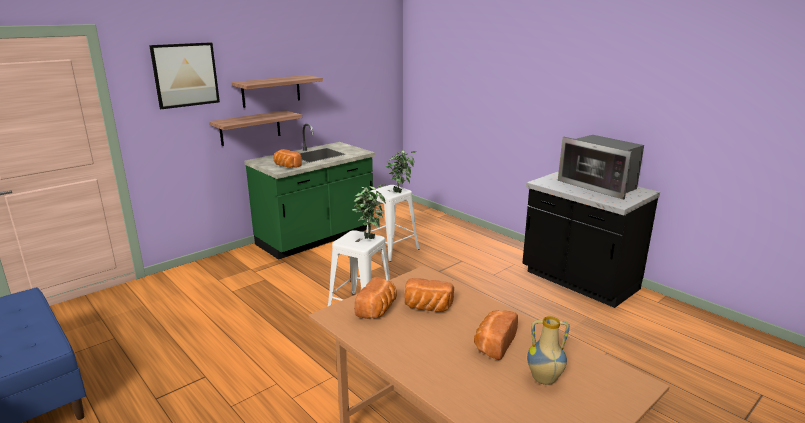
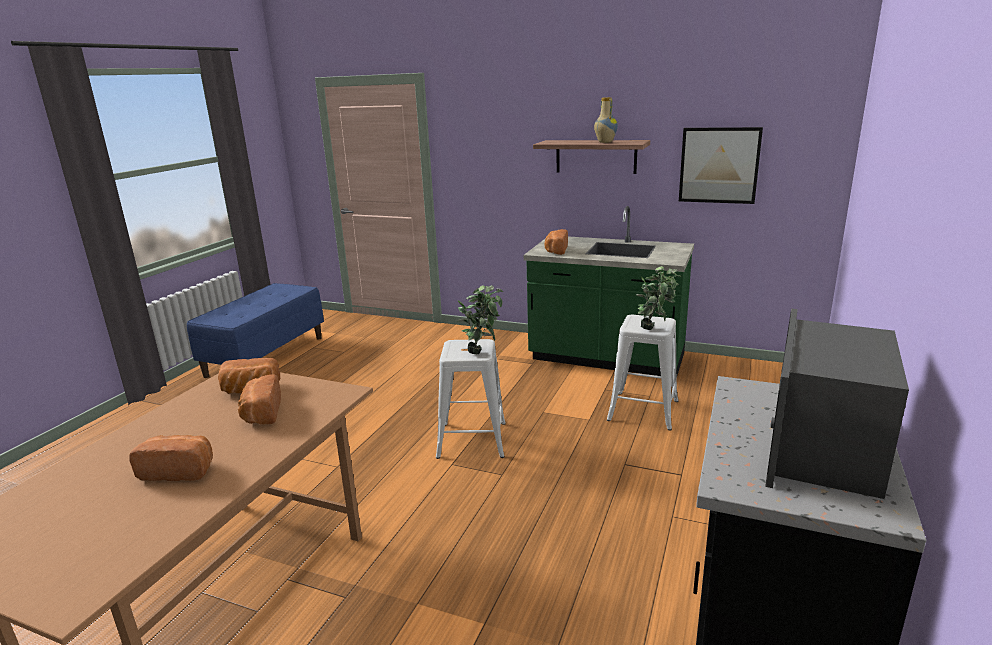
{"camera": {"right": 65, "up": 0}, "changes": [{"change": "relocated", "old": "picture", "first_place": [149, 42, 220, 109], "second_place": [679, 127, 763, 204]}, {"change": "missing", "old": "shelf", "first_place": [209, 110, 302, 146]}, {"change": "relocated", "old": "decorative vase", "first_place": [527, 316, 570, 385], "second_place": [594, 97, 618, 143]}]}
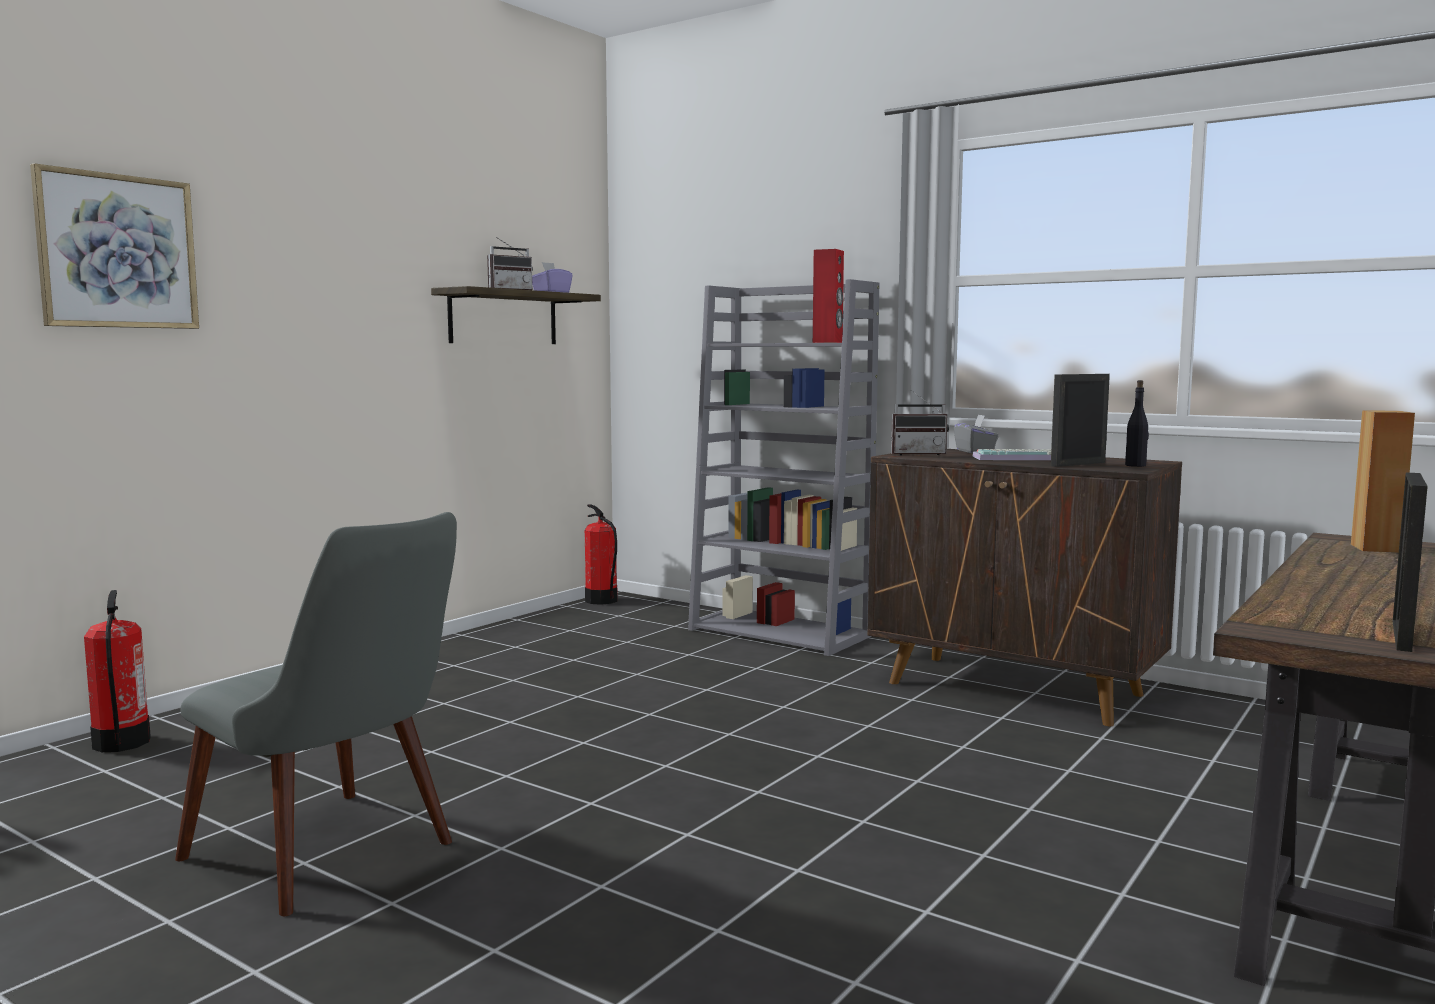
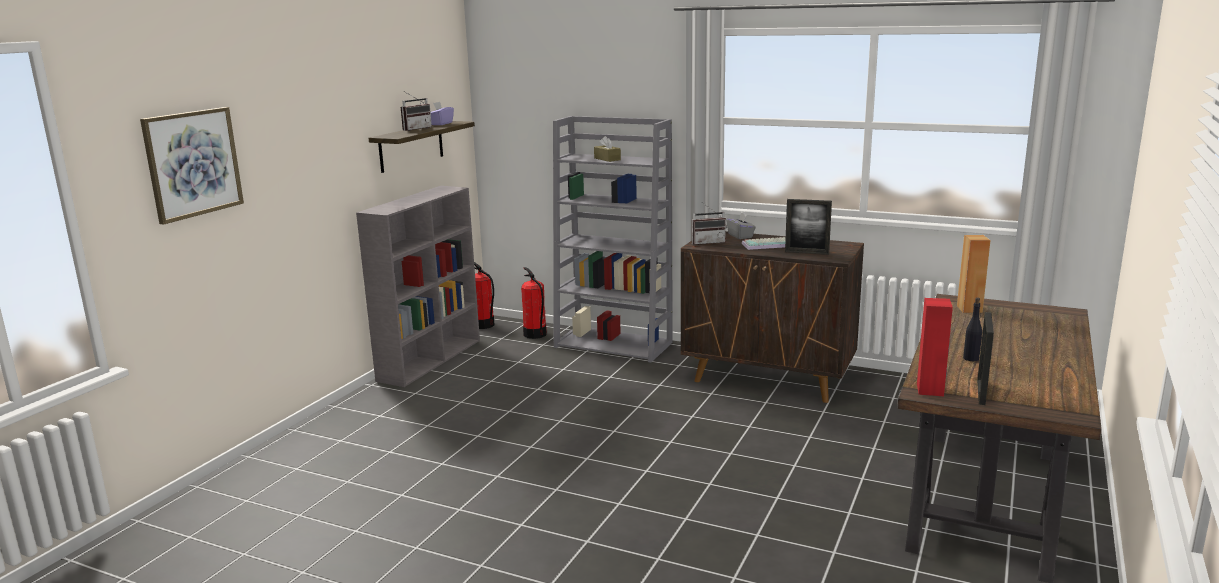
{"camera": {"right": -10, "up": 10}, "changes": [{"change": "relocated", "old": "loudspeaker (red)", "first_place": [813, 249, 844, 343], "second_place": [917, 298, 953, 396]}, {"change": "spun", "old": "picture frame", "first_place": [1051, 374, 1110, 467], "second_place": [785, 199, 832, 255], "degrees": -120}, {"change": "relocated", "old": "bottle (blackish)", "first_place": [1125, 380, 1149, 467], "second_place": [963, 298, 982, 361]}, {"change": "missing", "old": "upright chair (grey)", "first_place": [175, 512, 457, 916]}, {"change": "relocated", "old": "extinguisher", "first_place": [84, 590, 151, 752], "second_place": [521, 267, 547, 339]}, {"change": "appeared", "new": "tissue box (brownish)", "second_place": [594, 136, 621, 162]}, {"change": "appeared", "new": "bookshelf (grey)", "second_place": [356, 186, 480, 387]}]}
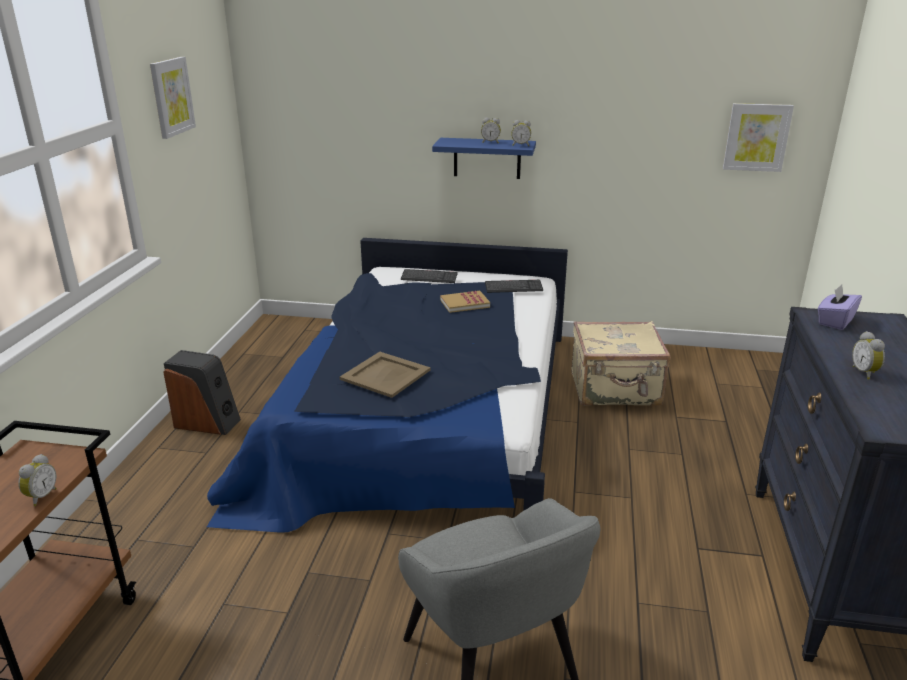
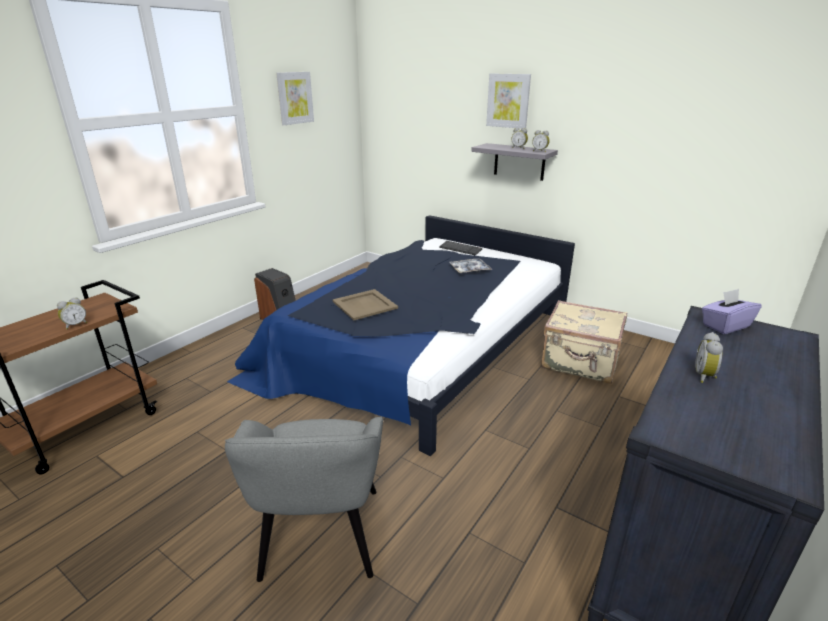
{"camera": {"right": 25, "up": 0}, "changes": [{"change": "relocated", "old": "picture", "first_place": [723, 103, 794, 172], "second_place": [486, 73, 531, 129]}, {"change": "colour", "old": "shelf (blue)", "new": "shelf (grey)", "first_place": [432, 138, 536, 179], "second_place": [471, 143, 558, 181]}, {"change": "missing", "old": "PC keyboard", "first_place": [485, 280, 543, 293]}, {"change": "exchanged", "old": "bound book", "new": "tray", "first_place": [440, 291, 490, 313], "second_place": [449, 258, 492, 274]}]}
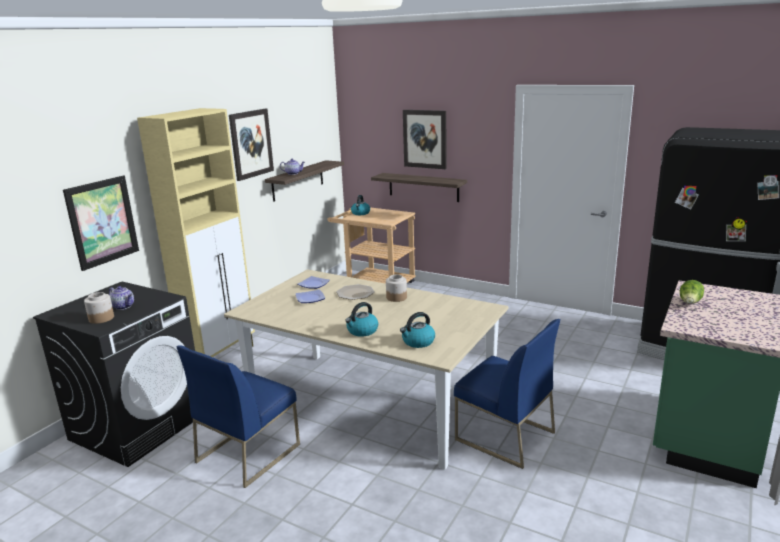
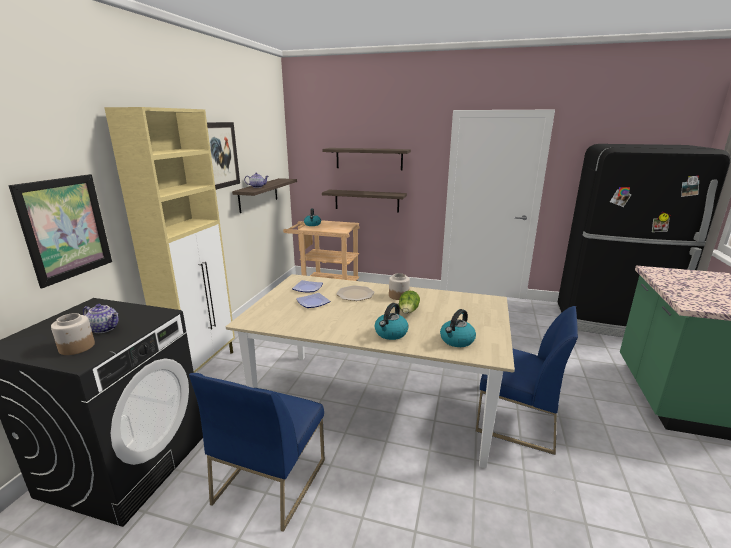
{"camera": {"right": -15, "up": 0}, "changes": [{"change": "exchanged", "old": "picture", "new": "shelf", "first_place": [403, 110, 447, 169], "second_place": [322, 148, 411, 170]}, {"change": "relocated", "old": "head of lettuce", "first_place": [680, 280, 704, 304], "second_place": [399, 290, 420, 314]}]}
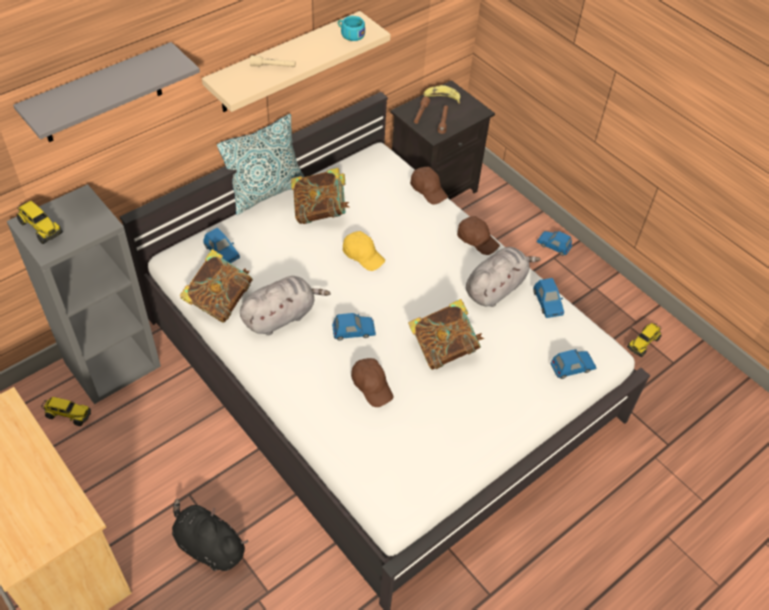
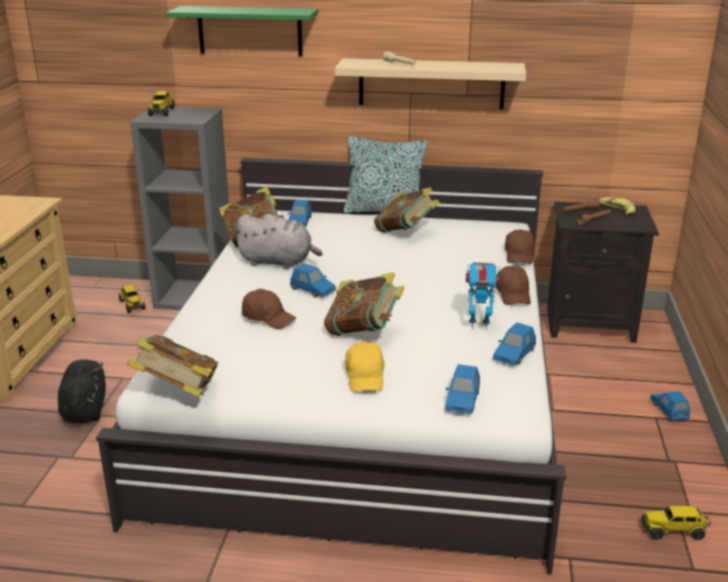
{"camera": {"right": 50, "up": -25}, "changes": [{"change": "missing", "old": "cup (turquoise-coloured)", "first_place": [338, 16, 365, 41]}, {"change": "colour", "old": "shelf (grey)", "new": "shelf (greenish)", "first_place": [13, 42, 200, 142], "second_place": [166, 6, 318, 56]}, {"change": "relocated", "old": "peaked cap (yellowish)", "first_place": [343, 231, 385, 271], "second_place": [345, 342, 385, 392]}, {"change": "exchanged", "old": "soft toy (grey)", "new": "toy robot", "first_place": [466, 247, 541, 307], "second_place": [466, 262, 499, 330]}, {"change": "spun", "old": "miniature car (blue)", "first_place": [551, 349, 597, 379], "second_place": [445, 364, 480, 414], "degrees": 75}, {"change": "spun", "old": "peaked cap (brownish)", "first_place": [351, 358, 393, 407], "second_place": [242, 289, 296, 329], "degrees": -75}, {"change": "appeared", "new": "bound book", "second_place": [127, 334, 218, 397]}]}
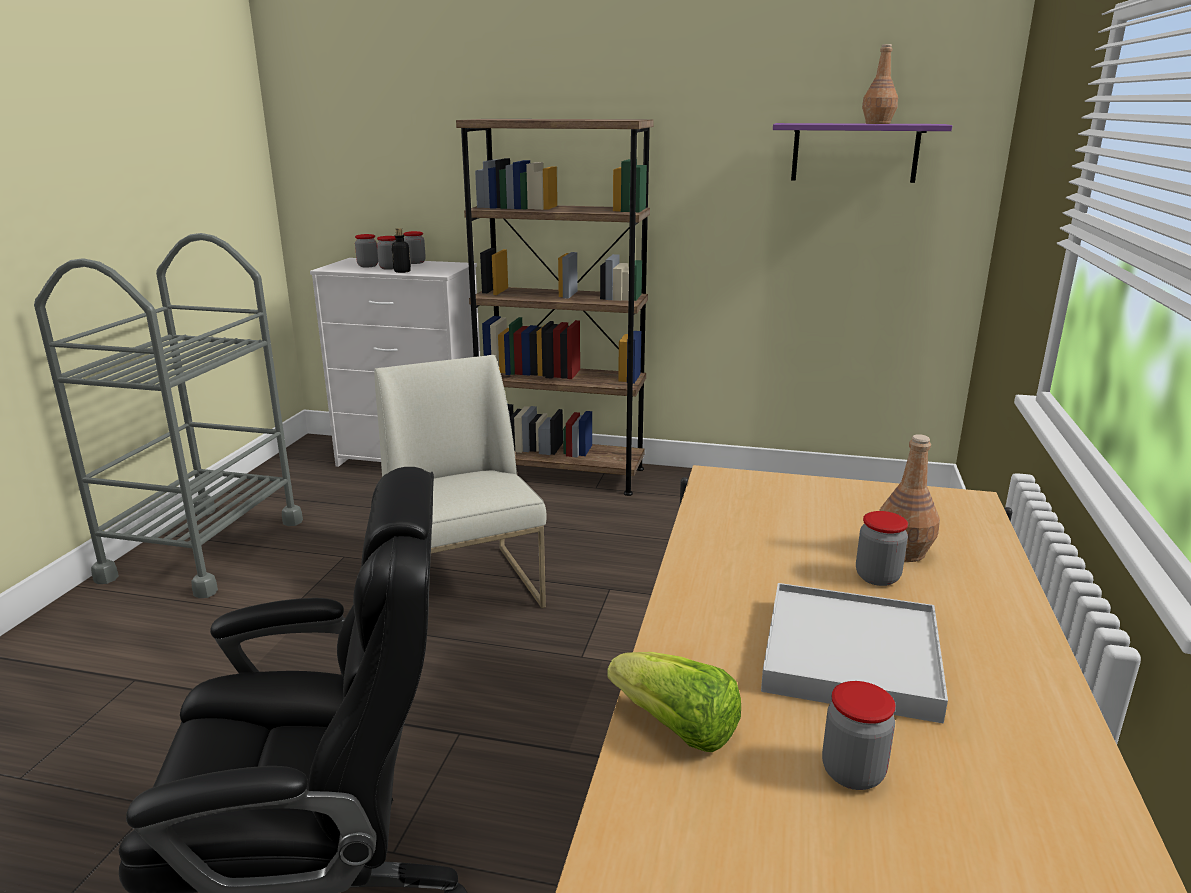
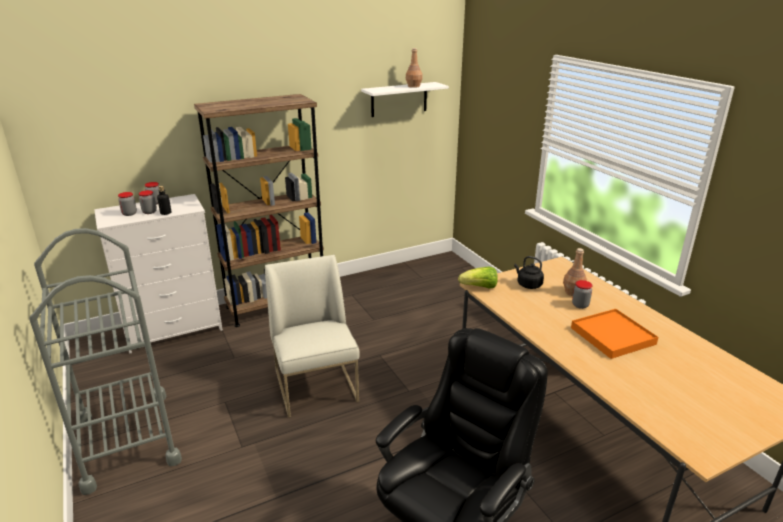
{"camera": {"right": -40, "up": 5}, "changes": [{"change": "colour", "old": "shelf (purple)", "new": "shelf (white-coloured)", "first_place": [773, 123, 952, 183], "second_place": [361, 82, 449, 117]}, {"change": "spun", "old": "upright chair (white-coloured)", "first_place": [374, 355, 547, 608], "second_place": [265, 255, 360, 418], "degrees": 45}, {"change": "colour", "old": "tray (white-coloured)", "new": "tray (orange)", "first_place": [761, 583, 948, 723], "second_place": [571, 309, 658, 359]}, {"change": "relocated", "old": "head of lettuce", "first_place": [607, 652, 741, 752], "second_place": [458, 267, 498, 288]}, {"change": "missing", "old": "storage jar", "first_place": [822, 681, 895, 790]}, {"change": "appeared", "new": "water kettle (blackish)", "second_place": [514, 256, 544, 289]}]}
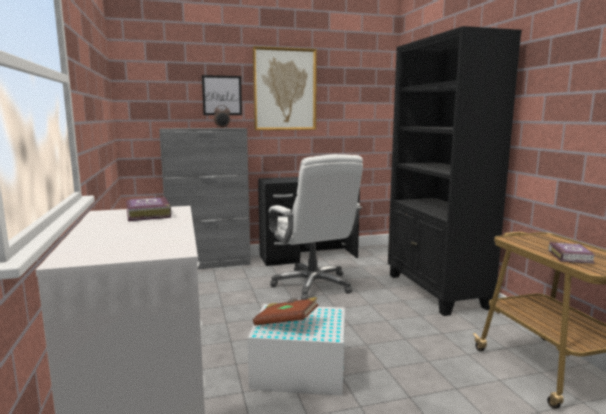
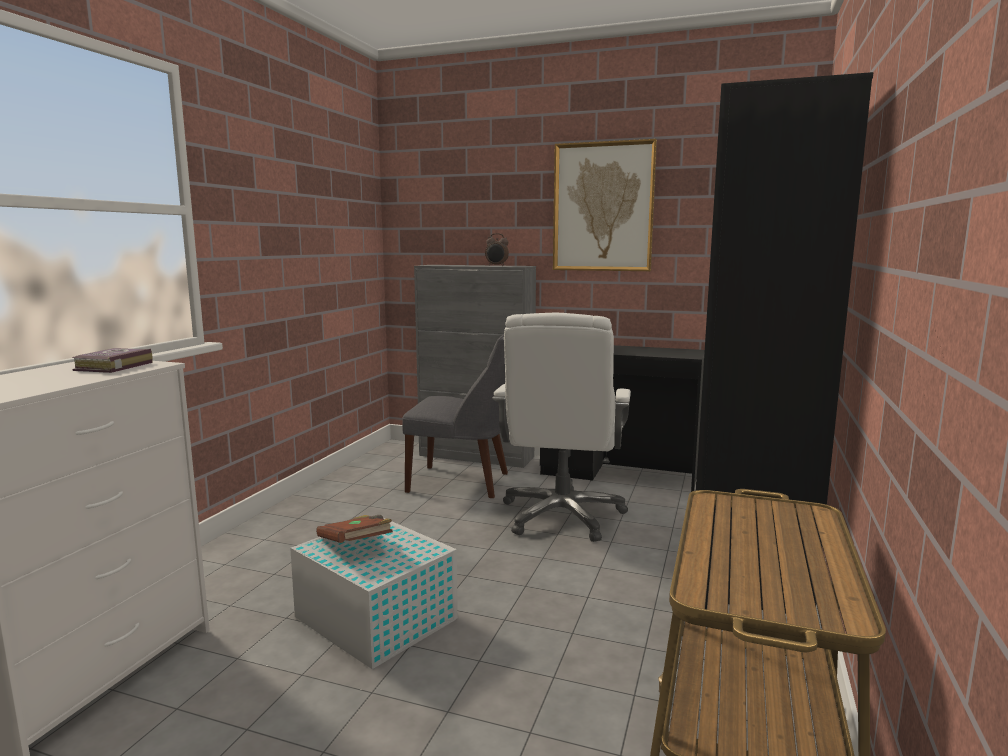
{"camera": {"right": 35, "up": 0}, "changes": [{"change": "missing", "old": "picture", "first_place": [202, 75, 242, 115]}, {"change": "missing", "old": "bound book", "first_place": [549, 242, 595, 264]}, {"change": "appeared", "new": "upright chair (grey)", "second_place": [402, 334, 508, 498]}]}
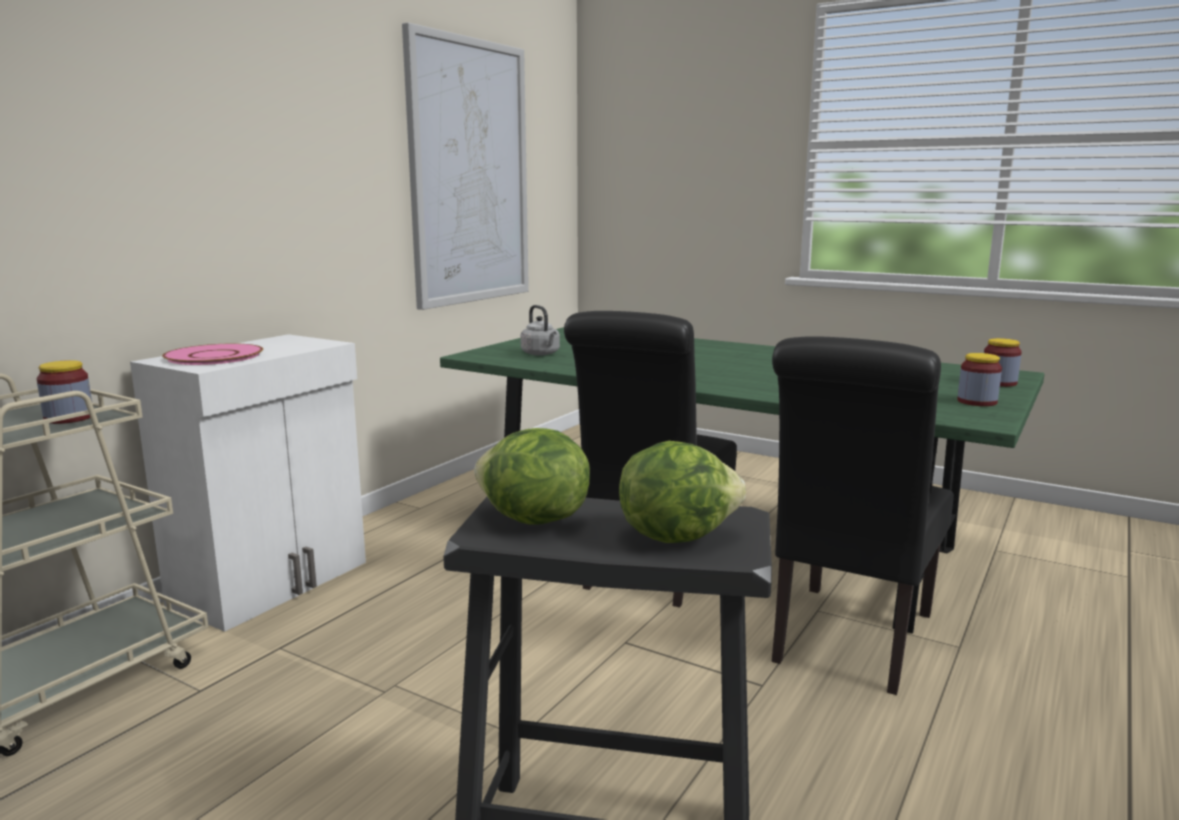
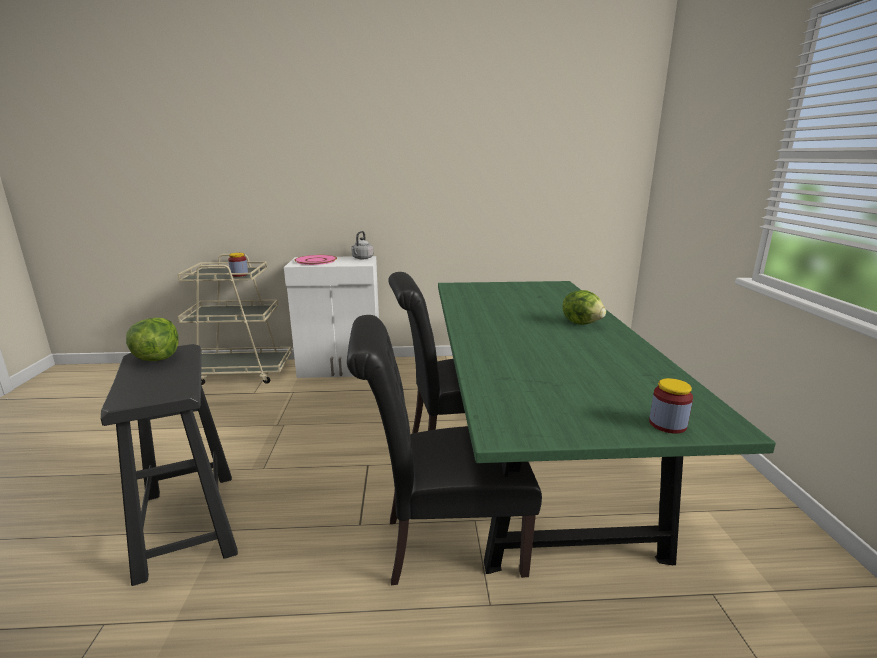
{"camera": {"right": 55, "up": 5}, "changes": [{"change": "missing", "old": "picture", "first_place": [402, 22, 529, 310]}, {"change": "relocated", "old": "water kettle (grey)", "first_place": [520, 305, 560, 356], "second_place": [351, 231, 374, 259]}, {"change": "missing", "old": "storage jar", "first_place": [957, 353, 1002, 406]}, {"change": "relocated", "old": "head of lettuce", "first_place": [619, 441, 746, 543], "second_place": [562, 290, 606, 325]}]}
